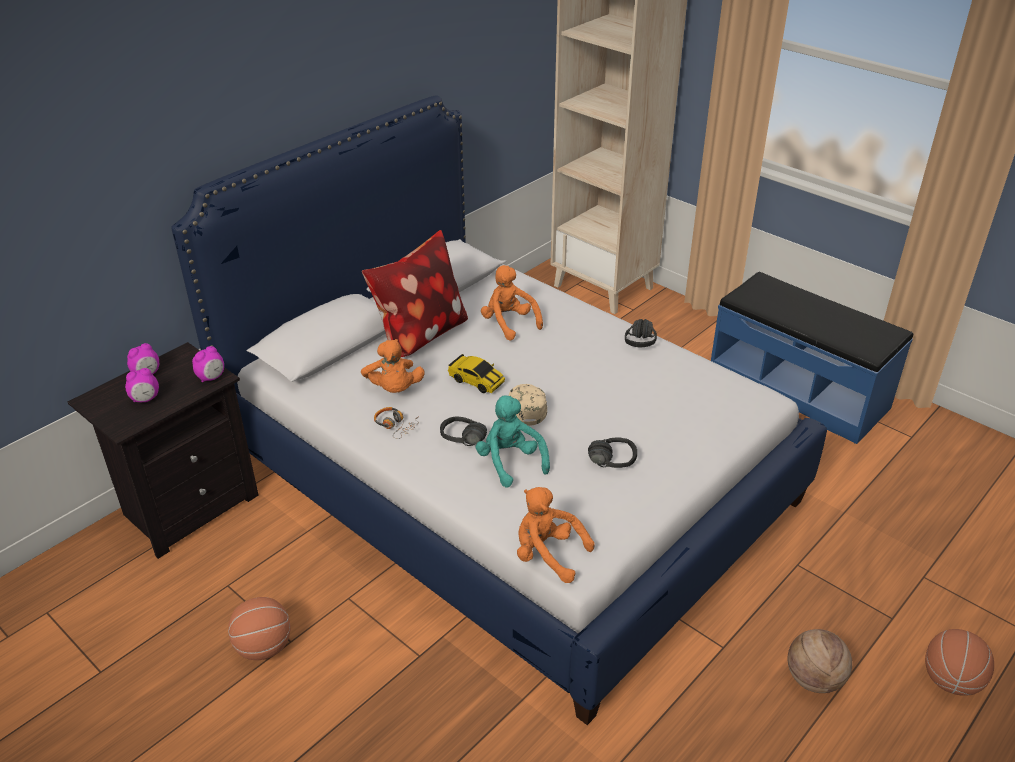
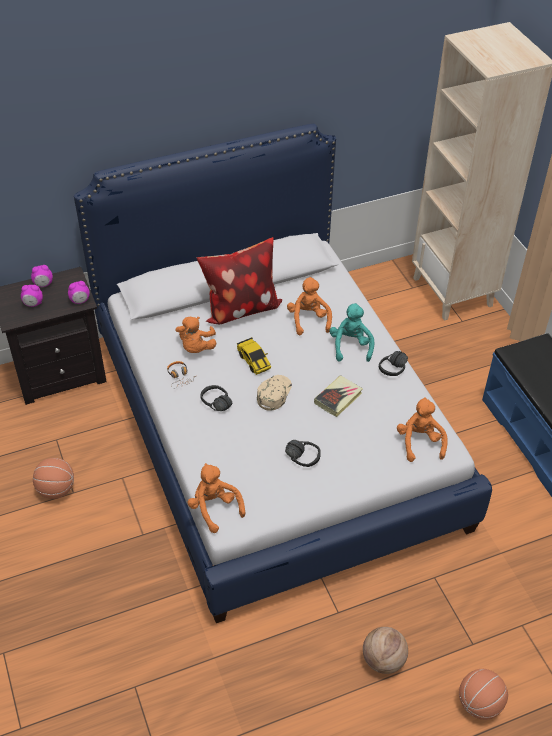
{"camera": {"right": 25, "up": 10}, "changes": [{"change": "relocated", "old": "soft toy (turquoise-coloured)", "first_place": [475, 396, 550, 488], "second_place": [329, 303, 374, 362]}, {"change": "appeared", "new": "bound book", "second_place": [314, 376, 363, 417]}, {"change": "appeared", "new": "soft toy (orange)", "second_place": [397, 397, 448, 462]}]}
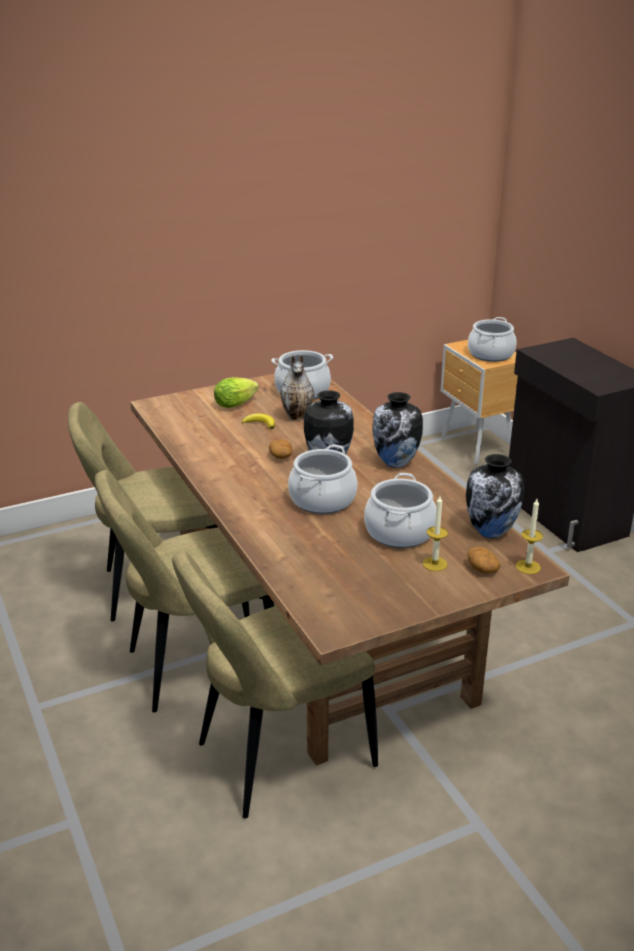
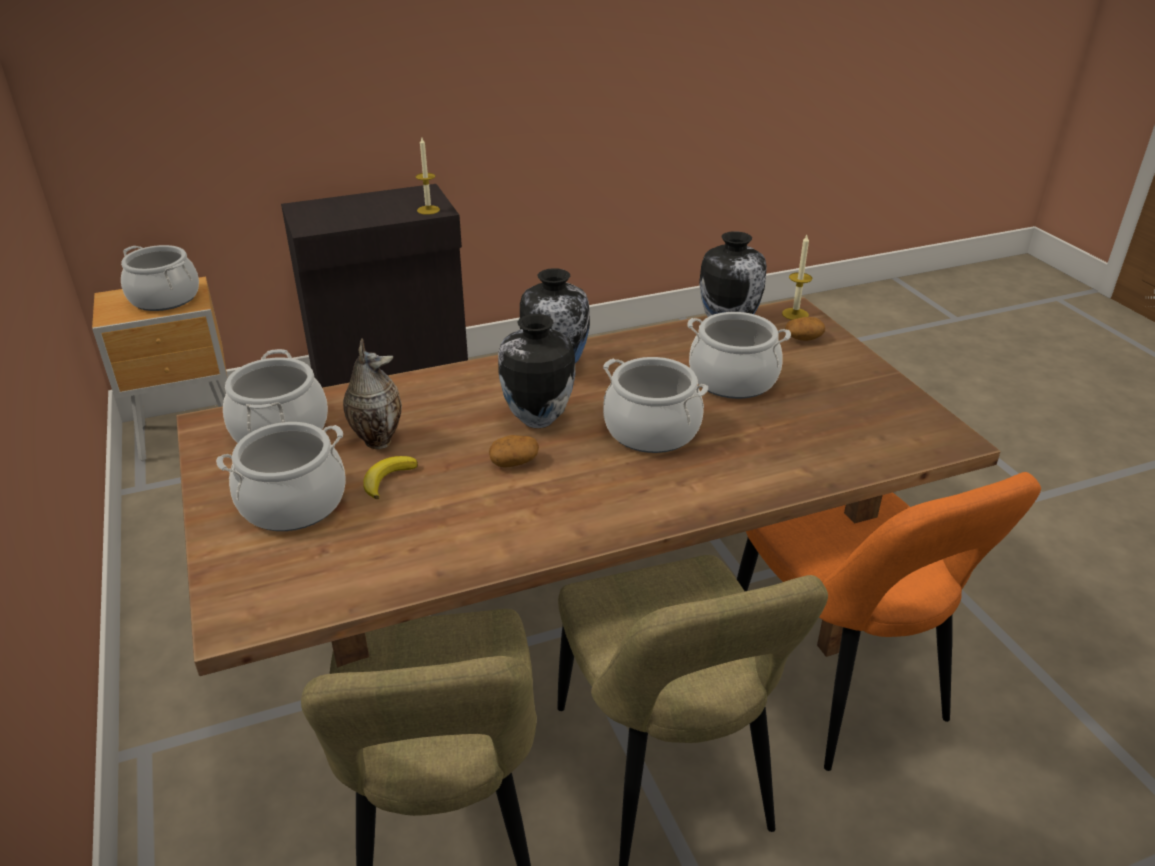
{"camera": {"right": -85, "up": 5}, "changes": [{"change": "exchanged", "old": "head of lettuce", "new": "saucepot", "first_place": [214, 377, 259, 408], "second_place": [216, 422, 345, 531]}, {"change": "relocated", "old": "wax light", "first_place": [423, 496, 448, 571], "second_place": [416, 138, 440, 215]}, {"change": "colour", "old": "upright chair (beige)", "new": "upright chair (orange)", "first_place": [172, 551, 378, 819], "second_place": [737, 472, 1041, 771]}]}
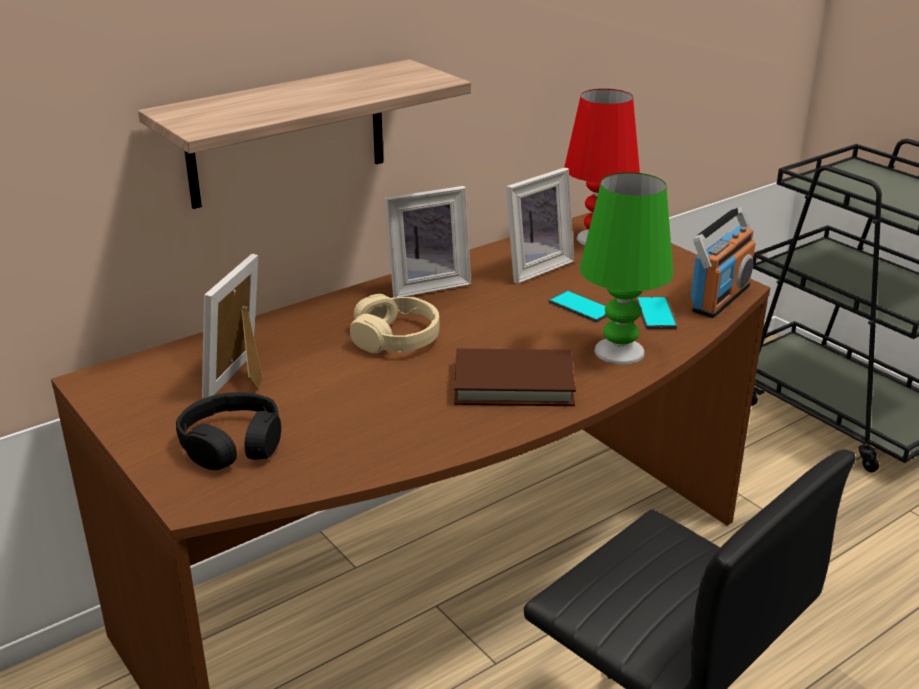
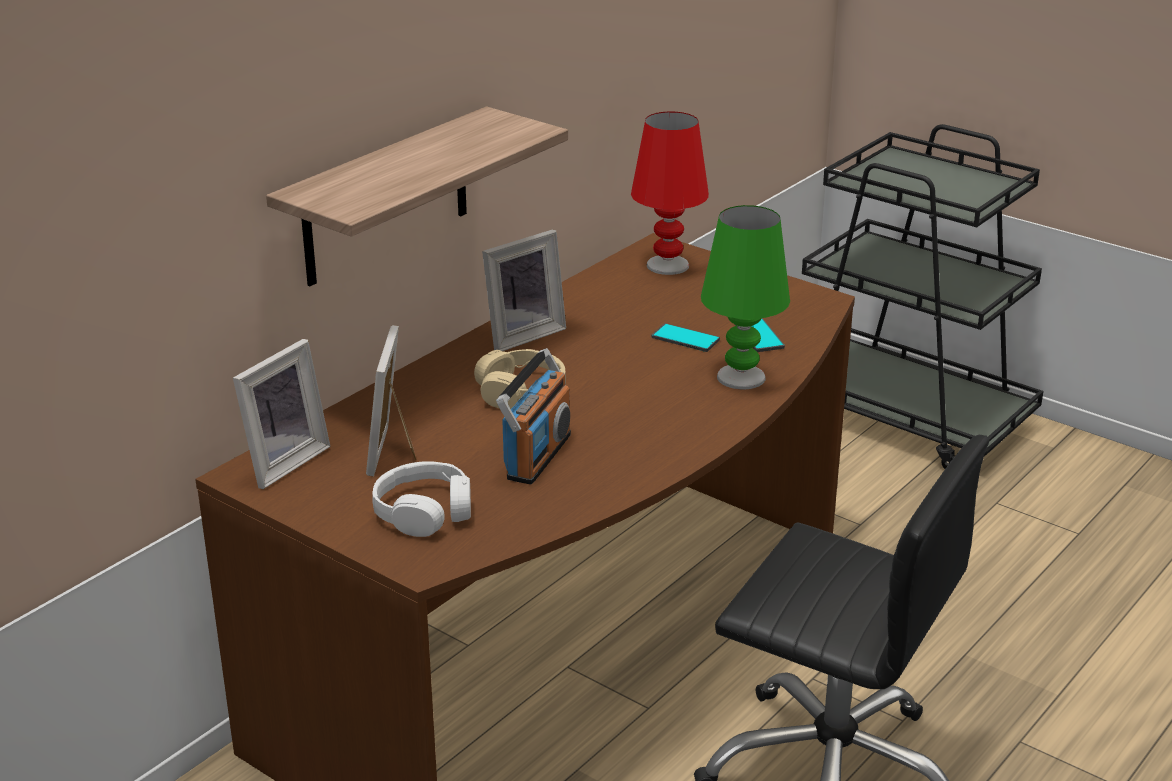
{"camera": {"right": -15, "up": 0}, "changes": [{"change": "relocated", "old": "picture frame", "first_place": [506, 167, 574, 284], "second_place": [233, 339, 331, 489]}, {"change": "relocated", "old": "radio set", "first_place": [691, 207, 755, 318], "second_place": [496, 348, 571, 484]}, {"change": "missing", "old": "bound book (brownish)", "first_place": [454, 349, 576, 406]}, {"change": "colour", "old": "headset (blackish)", "new": "headset (white-coloured)", "first_place": [176, 392, 281, 470], "second_place": [372, 461, 471, 537]}]}
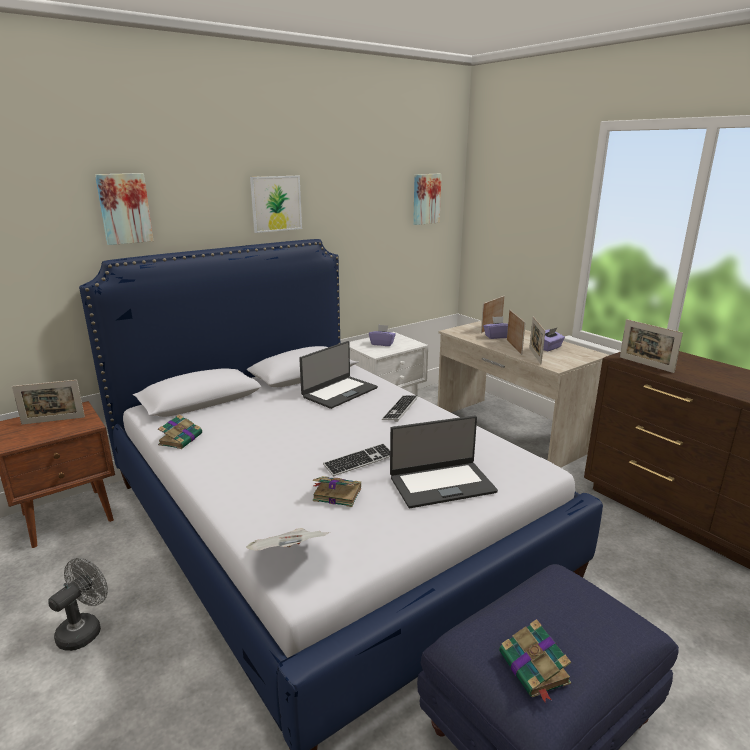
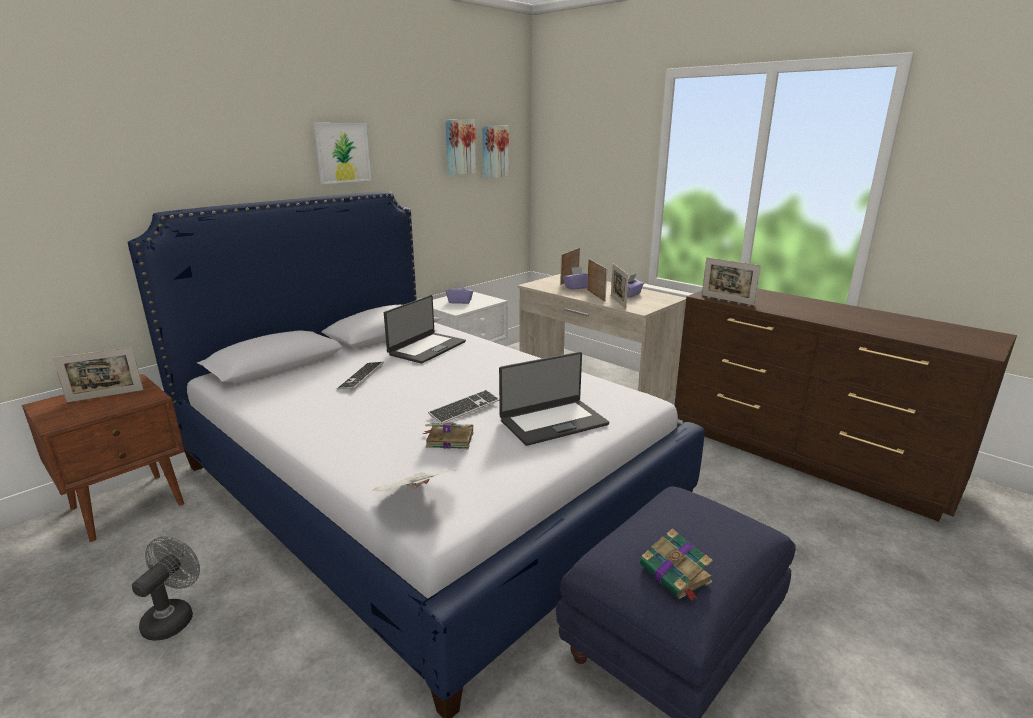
{"camera": {"right": -10, "up": 0}, "changes": [{"change": "relocated", "old": "picture", "first_place": [95, 173, 153, 245], "second_place": [445, 119, 476, 175]}, {"change": "relocated", "old": "PC keyboard", "first_place": [382, 396, 418, 422], "second_place": [336, 362, 384, 391]}, {"change": "missing", "old": "bound book", "first_place": [158, 414, 202, 449]}]}
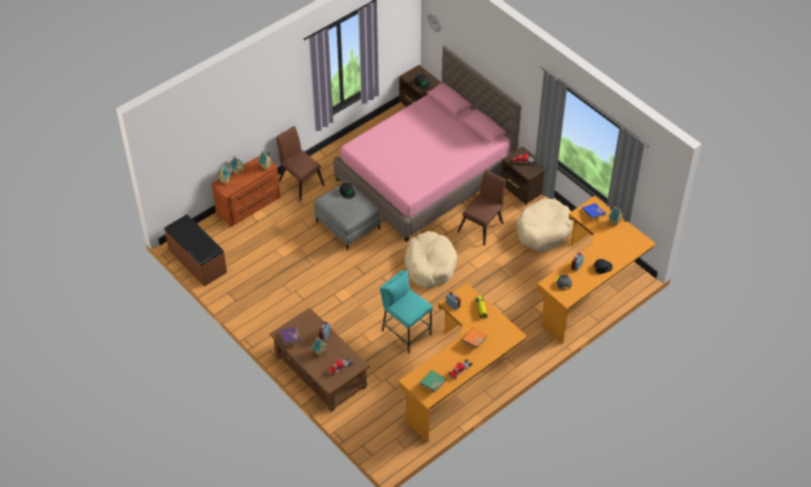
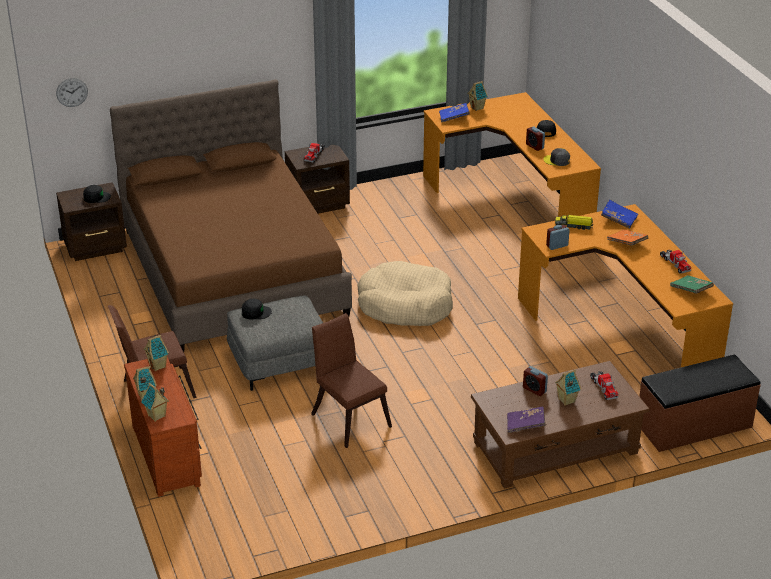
{"camera": {"right": -70, "up": -15}, "changes": [{"change": "colour", "old": "sleeping bed (pink)", "new": "sleeping bed (brownish)", "first_place": [333, 46, 522, 242], "second_place": [110, 80, 352, 352]}, {"change": "relocated", "old": "upright chair (brownish)", "first_place": [457, 170, 506, 246], "second_place": [311, 313, 392, 448]}, {"change": "missing", "old": "dog bed (beige)", "first_place": [517, 198, 573, 252]}, {"change": "relocated", "old": "long seat (brownish)", "first_place": [164, 214, 227, 287], "second_place": [639, 355, 761, 452]}, {"change": "missing", "old": "stool (turquoise-coloured)", "first_place": [380, 270, 433, 353]}, {"change": "appeared", "new": "bound book (blue)", "second_place": [601, 200, 638, 229]}]}
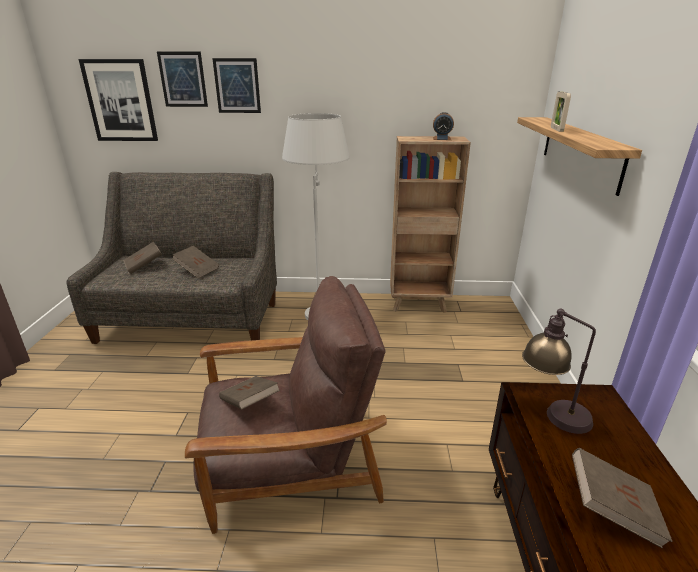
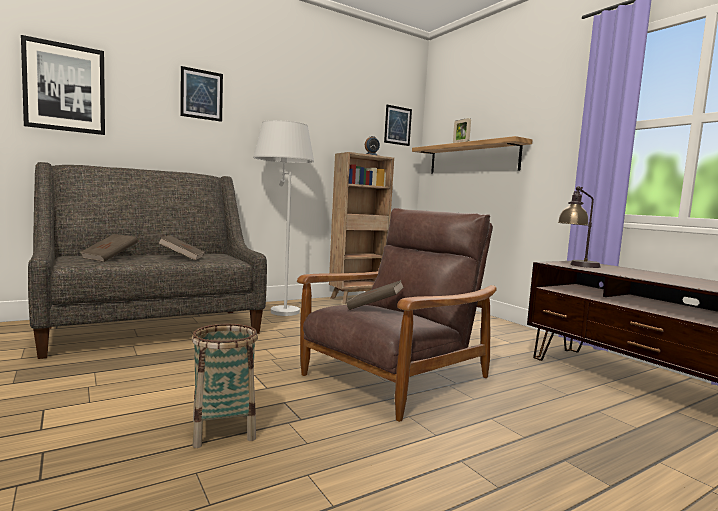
{"camera": {"right": -35, "up": -20}, "changes": [{"change": "relocated", "old": "picture", "first_place": [157, 52, 208, 107], "second_place": [384, 104, 412, 146]}, {"change": "missing", "old": "bound book (brownish)", "first_place": [572, 448, 673, 548]}, {"change": "appeared", "new": "household basket", "second_place": [191, 324, 258, 448]}]}
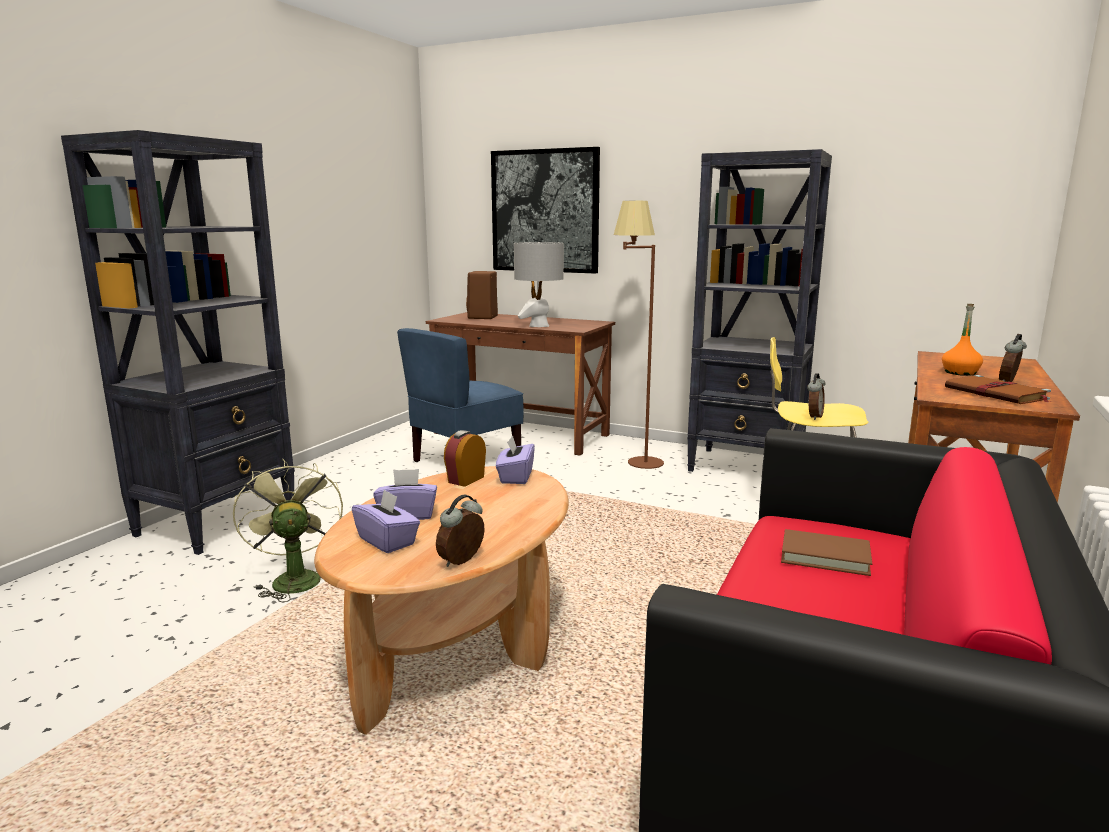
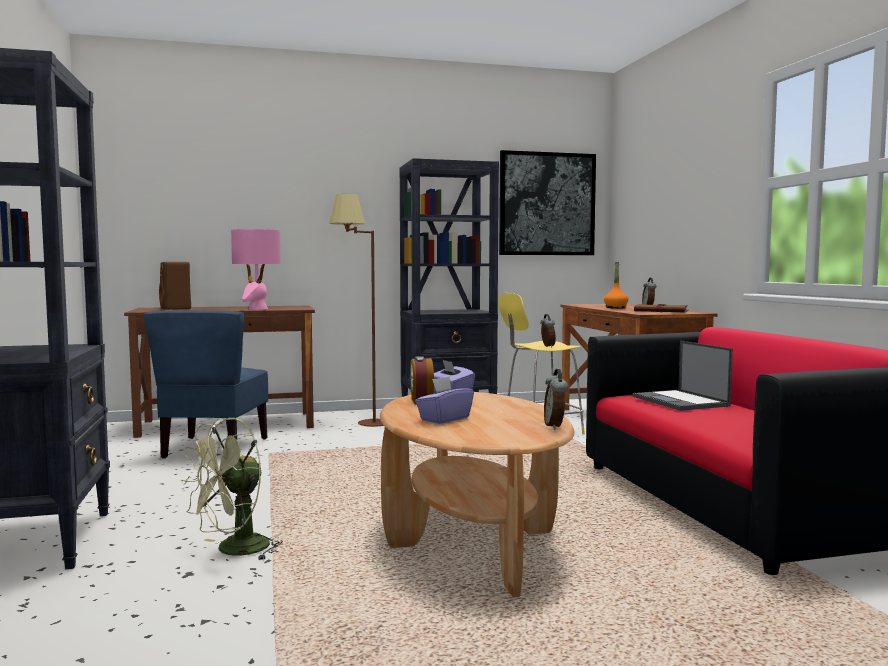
{"camera": {"right": -40, "up": -10}, "changes": [{"change": "relocated", "old": "picture", "first_place": [491, 147, 600, 274], "second_place": [499, 150, 596, 255]}, {"change": "colour", "old": "table lamp (grey)", "new": "table lamp (pink)", "first_place": [514, 242, 564, 327], "second_place": [231, 229, 281, 310]}, {"change": "spun", "old": "fan (greenish)", "first_place": [233, 459, 343, 602], "second_place": [181, 418, 283, 561], "degrees": -75}, {"change": "missing", "old": "tissue box (purple)", "first_place": [352, 489, 420, 553]}, {"change": "exchanged", "old": "bound book (brownish)", "new": "laptop", "first_place": [781, 529, 872, 576], "second_place": [632, 341, 733, 411]}]}
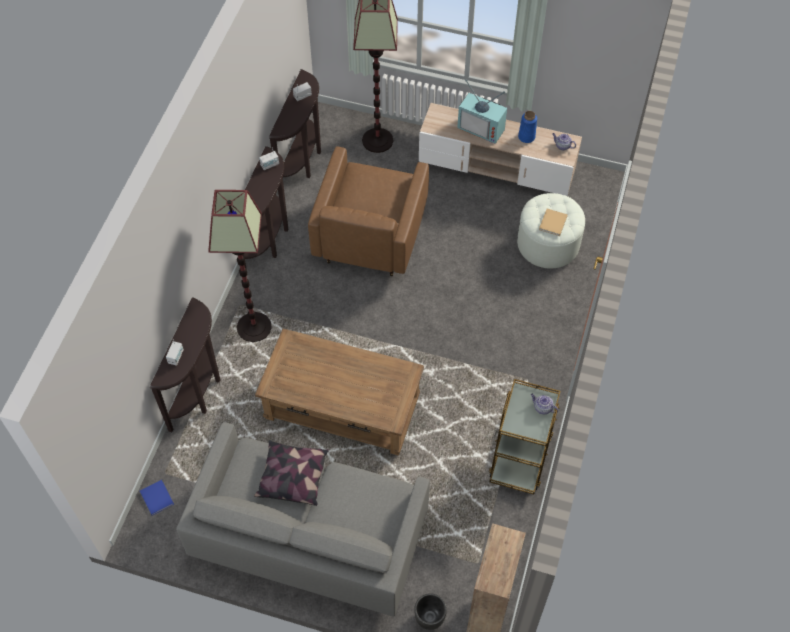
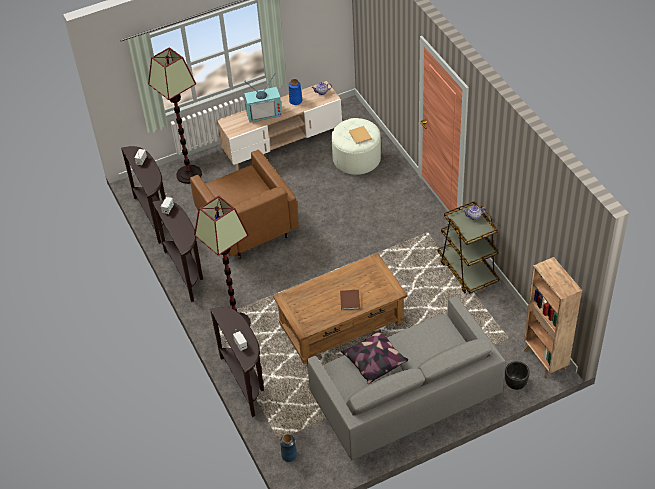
{"camera": {"right": -40, "up": -10}, "changes": [{"change": "exchanged", "old": "bound book (blue)", "new": "decorative vase (blue)", "first_place": [140, 480, 174, 516], "second_place": [280, 434, 297, 462]}, {"change": "appeared", "new": "bound book (brownish)", "second_place": [340, 290, 360, 310]}]}
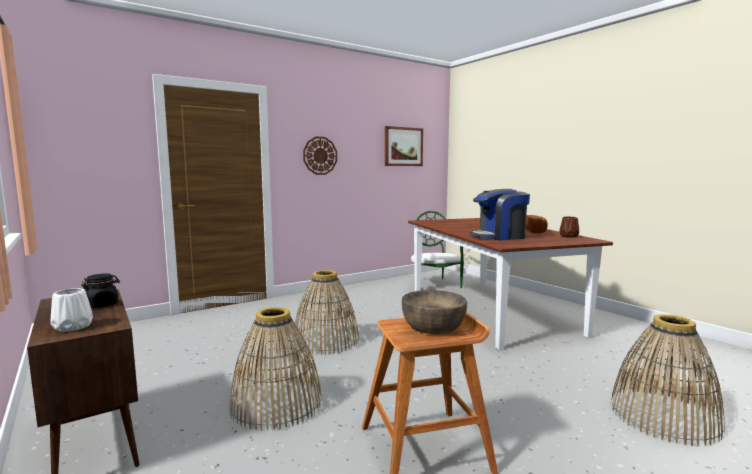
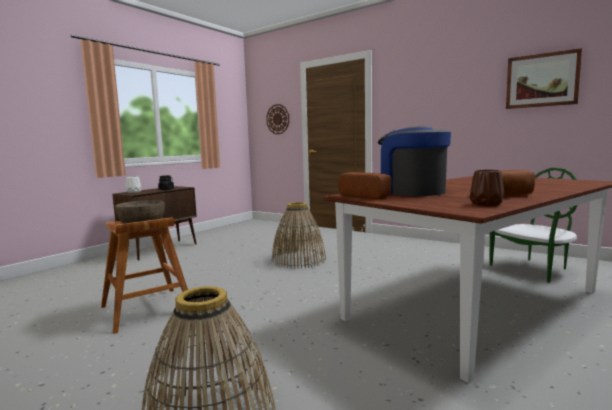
{"camera": {"right": 70, "up": 0}, "changes": [{"change": "relocated", "old": "clock on the wall", "first_place": [303, 137, 337, 175], "second_place": [266, 104, 289, 134]}, {"change": "missing", "old": "household basket", "first_place": [229, 307, 322, 431]}, {"change": "appeared", "new": "bakery bread", "second_place": [338, 172, 391, 199]}]}
